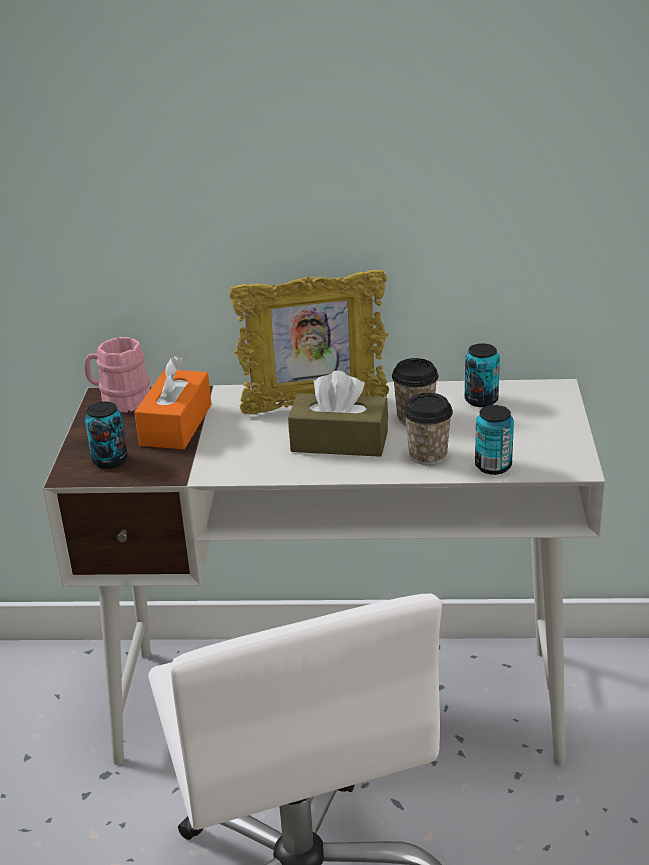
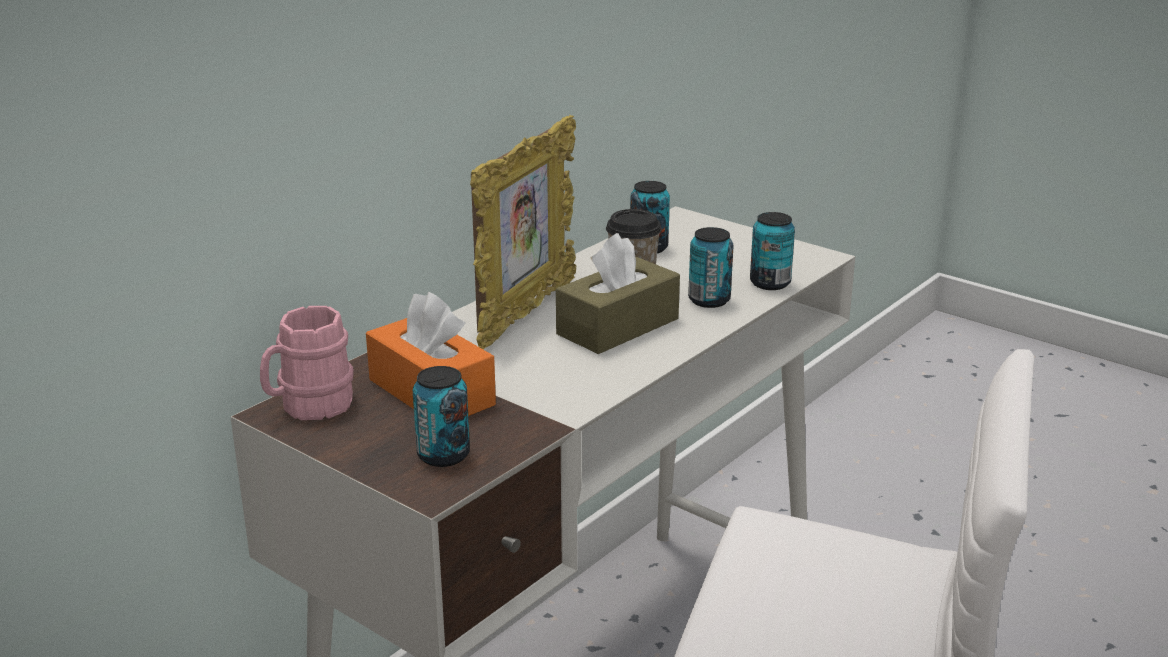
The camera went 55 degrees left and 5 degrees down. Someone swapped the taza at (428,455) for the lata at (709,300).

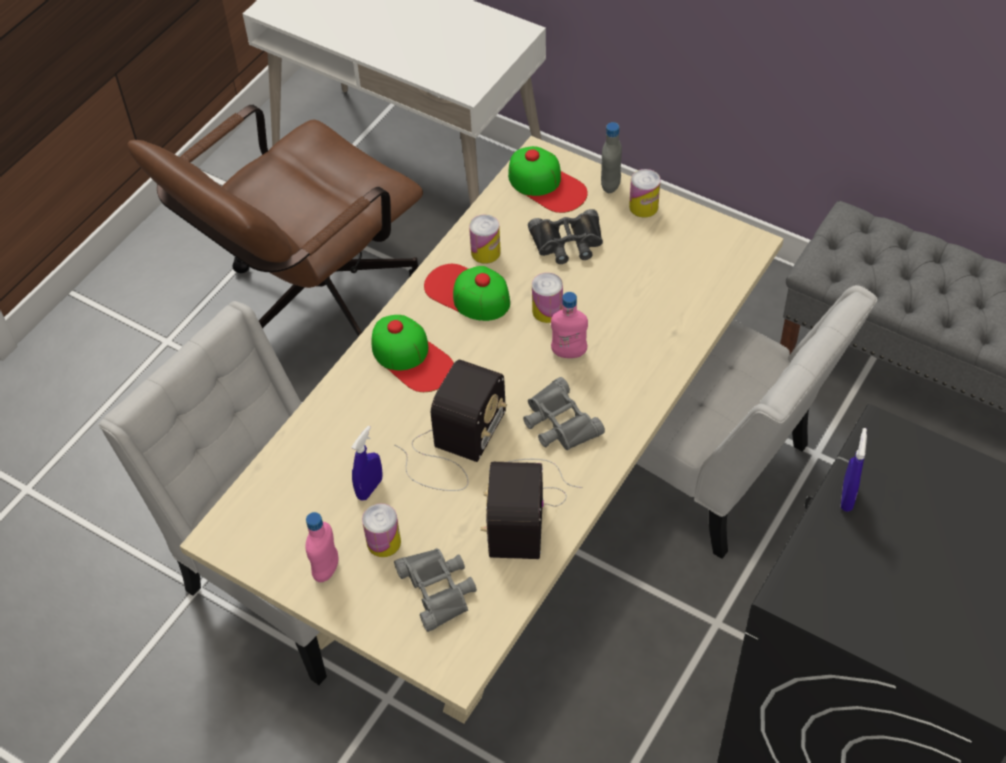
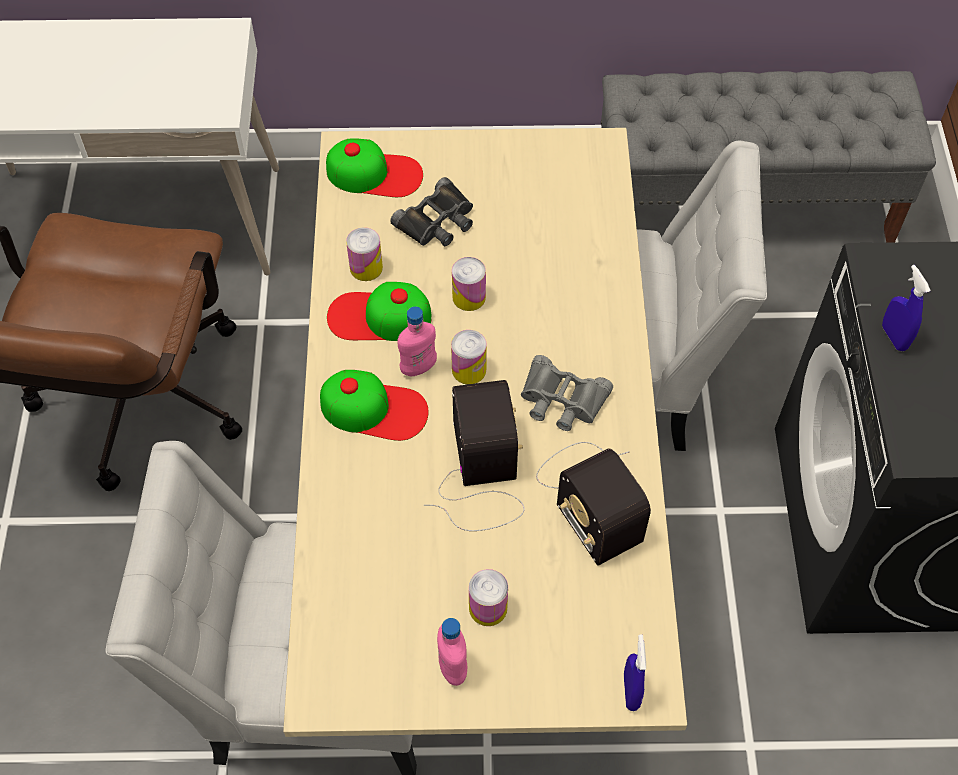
The camera went 35 degrees left and 5 degrees up. Someone carried the pulverizador/azul from (369,488) to (631,691). Someone took away the prismáticos/gris at (438,589). Someone carried the botella/rosa from (569,352) to (418,367). Someone took away the botella/gris at (610,185). Someone carried the lata from (643,206) to (469,370).

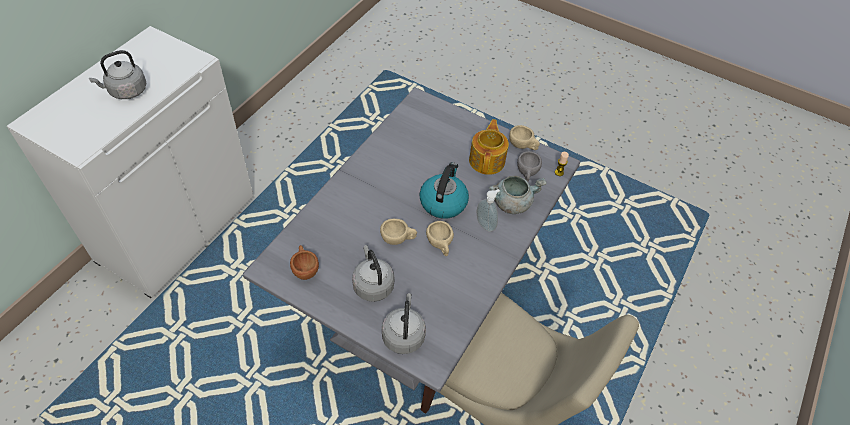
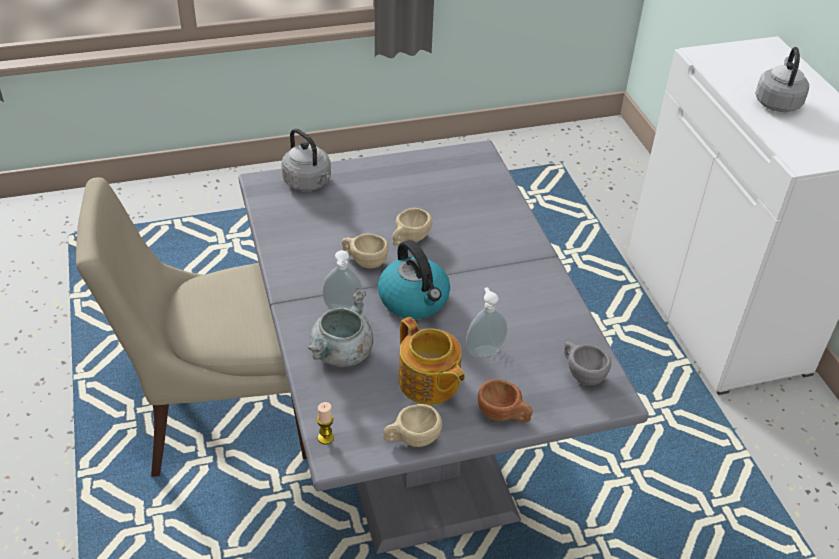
The camera went 135 degrees right and 10 degrees down. Someone carried the taza/marrón from (305,268) to (503,415). Someone took away the hervidor/gris at (372,285). Someone carried the taza/gris from (527,174) to (581,373). Someone put down the dispensador de jabón at (484,350).

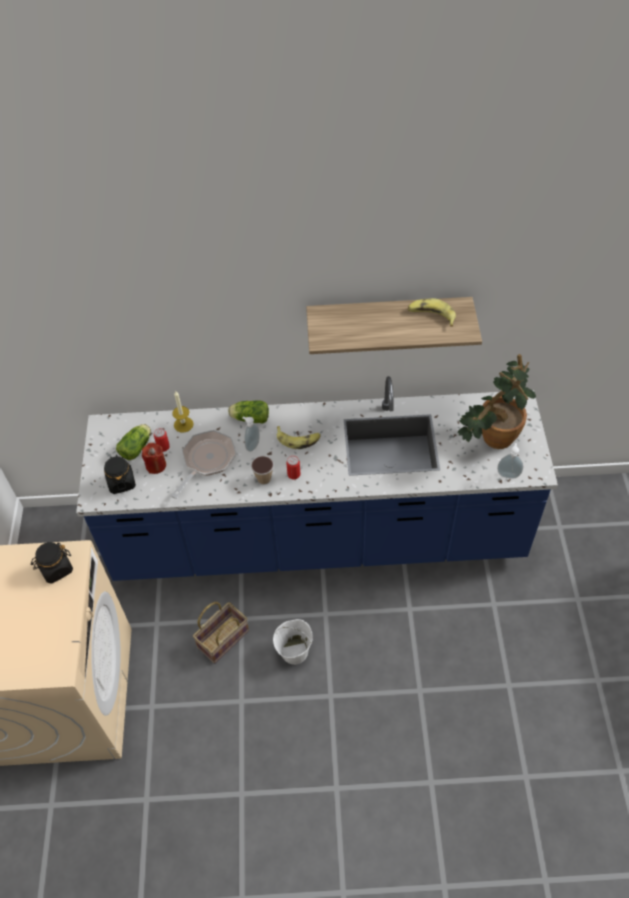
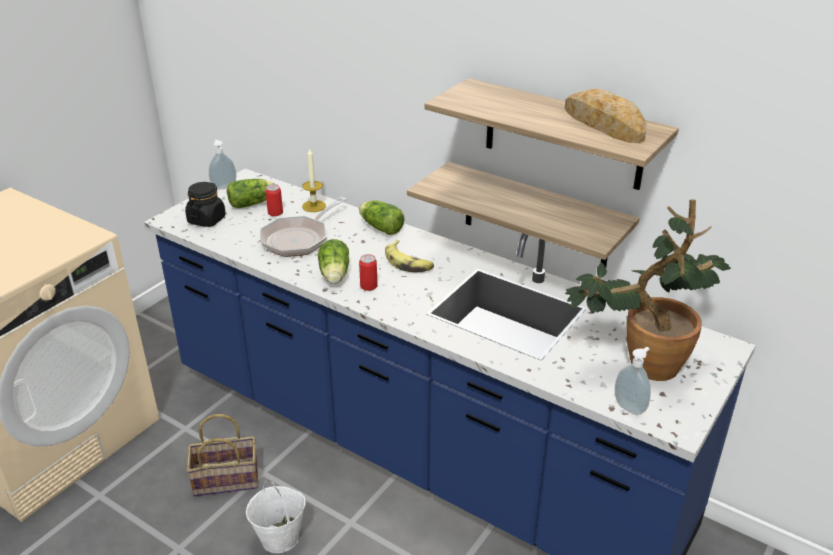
The camera went 35 degrees right and 20 degrees down. Someone took away the tarro/negro at (56,569). Someone took away the vela/rojo at (156,465). Someone rotated the sartén at (206,461) by 150 degrees clockwise. Someone carried the dispensador de jabón from (252,445) to (224,186). Someone swapped the taza at (264,479) for the lechuga at (334,275). Someone swapped the plátano at (431,315) for the pan at (603,124). Someone put up the estante at (535,217).

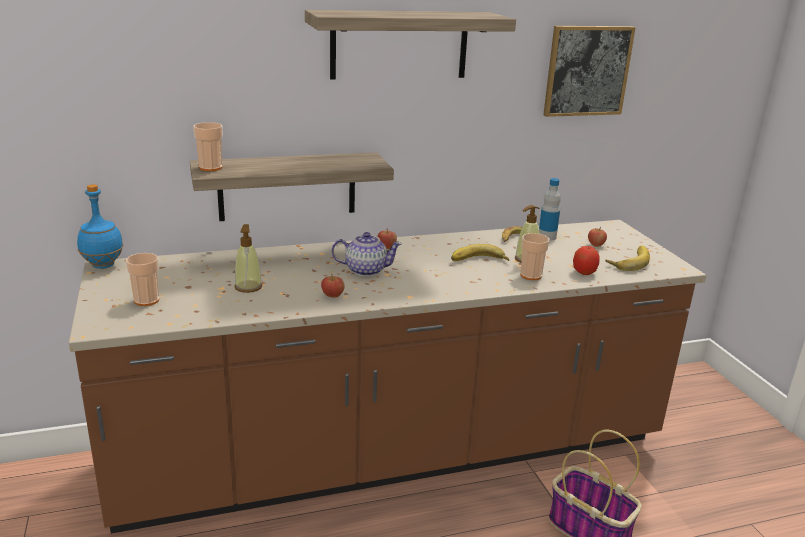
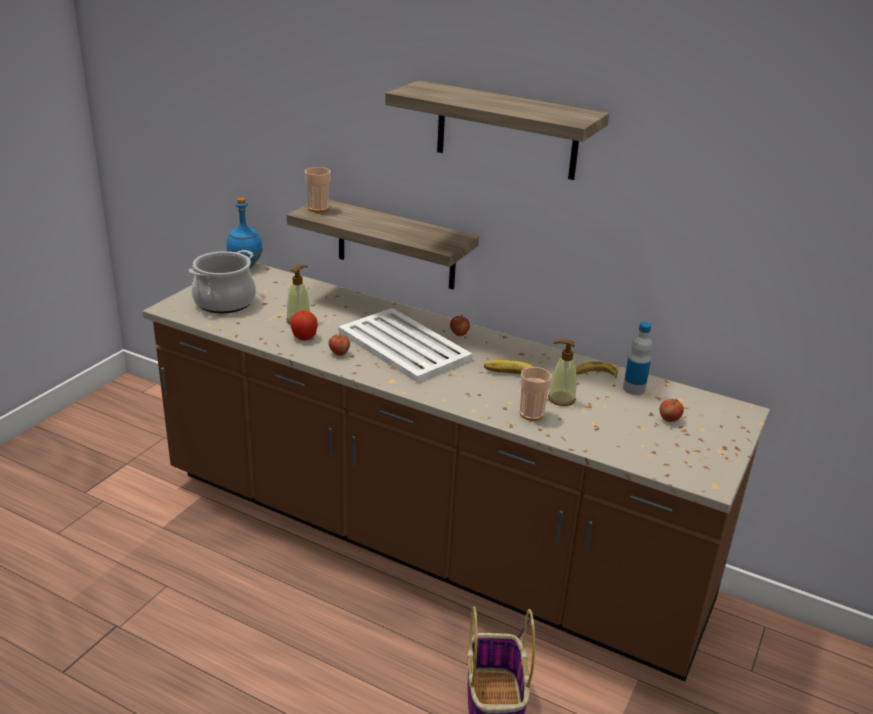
The camera went 45 degrees right and 5 degrees up. Someone swapped the taza at (146,300) for the olla at (225,302). Someone swapped the tetera at (365,270) for the bandeja/blanco at (403,345). Someone took away the cuadro at (587,71). Someone carried the manzana from (584,272) to (304,337). Someone took away the plátano at (628,261).

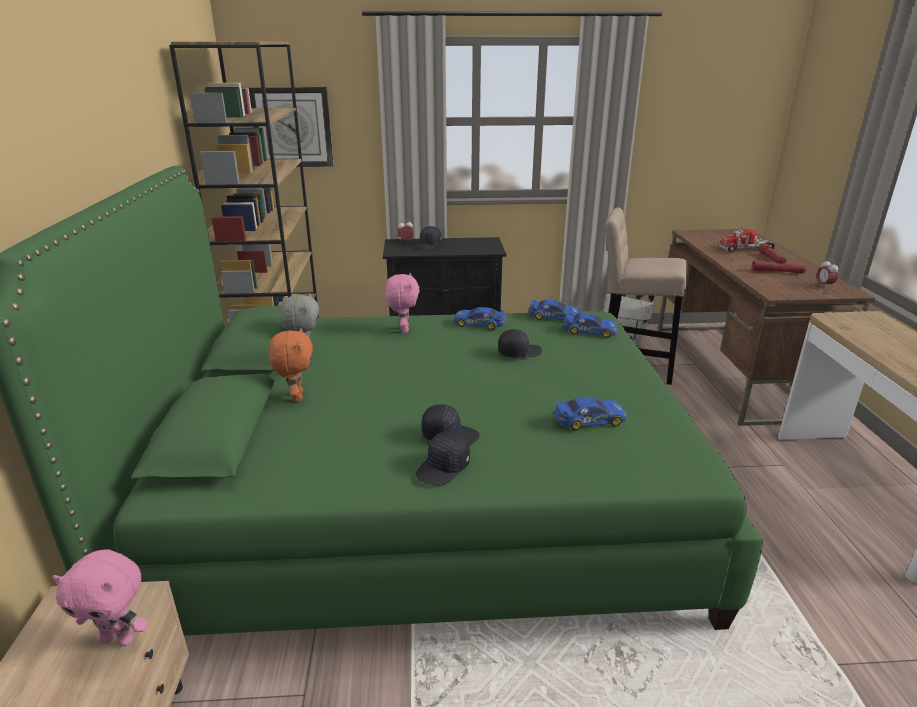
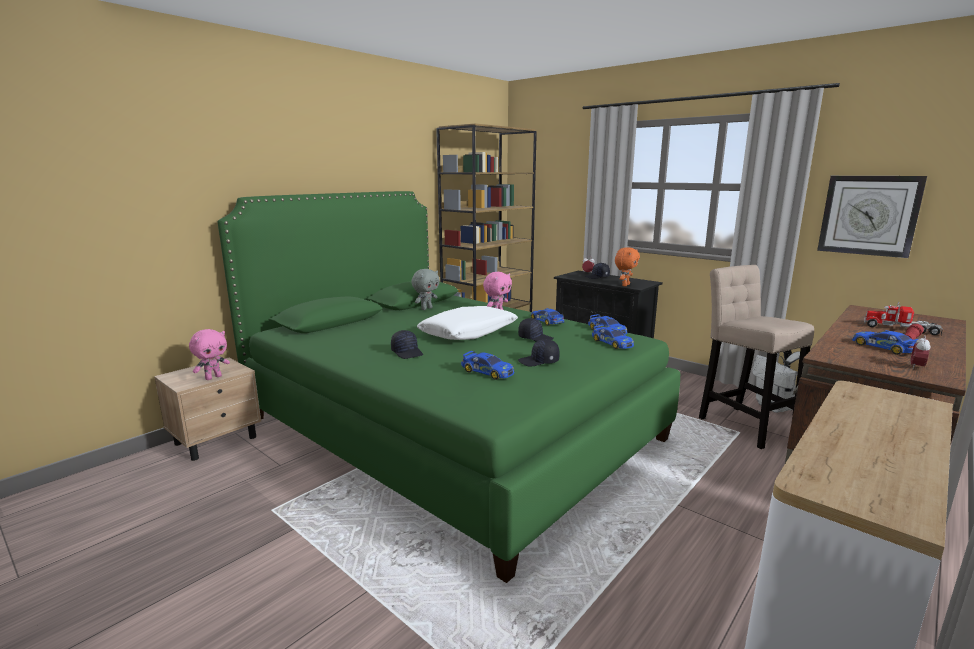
The camera went 45 degrees right and 10 degrees down. Someone rotated the peluche/rosa at (119,639) by 105 degrees counterclockwise. Someone carried the reloj de pared from (292,127) to (869,215). Someone carried the peluche/naranja from (296,397) to (625,285). Someone carried the gorra/negro from (443,468) to (539,361). Someone swapped the linterna/rojo at (777,272) for the coche de juguete at (884,348). Someone put down the cojín/blanco at (468,332).

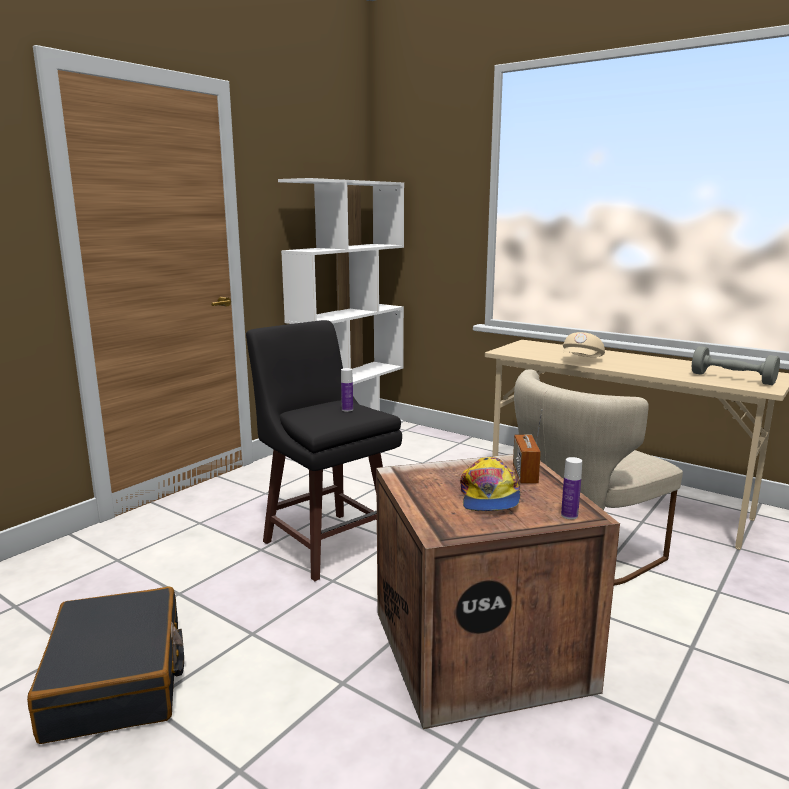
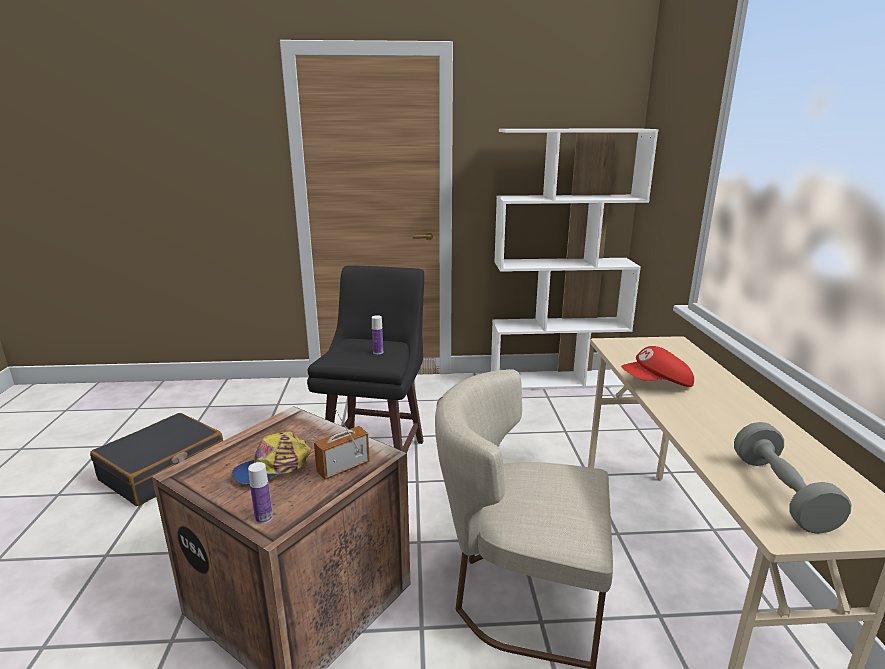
The camera went 50 degrees right and 5 degrees up. Someone repainted the gorra/beis at (582,361), which became the gorra/rojo at (657,384).

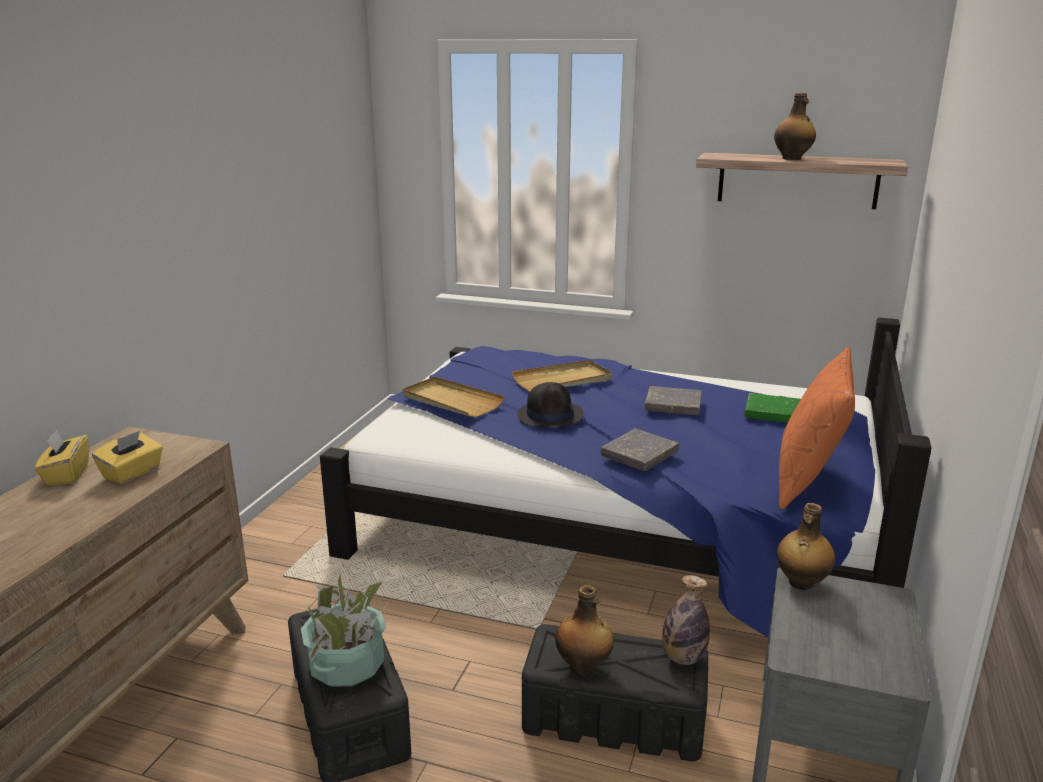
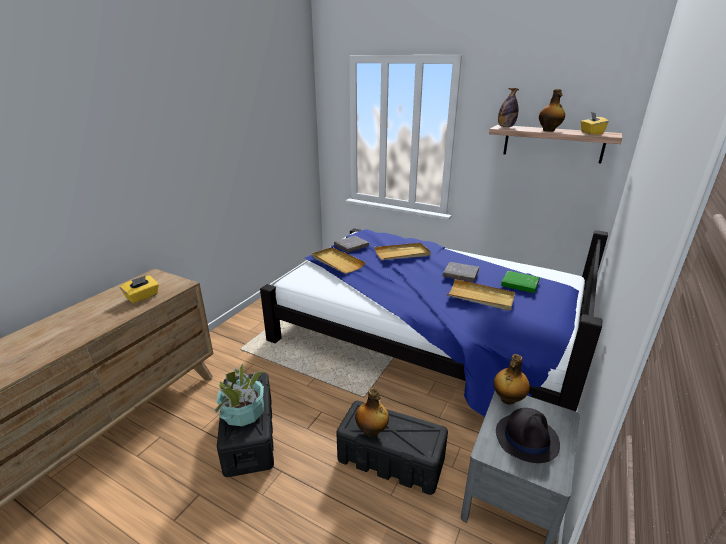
The camera went 10 degrees right and 5 degrees up. Someone carried the caja de pañuelos/amarillo from (66,474) to (591,133). Someone carried the sombrero/negro from (550,415) to (527,438). Someone carried the libro/gris from (639,454) to (351,246). Someone carried the botella from (683,658) to (506,127). Someone took away the cojín/naranja at (808,480). Someone put down the bandeja/beis at (480,297).

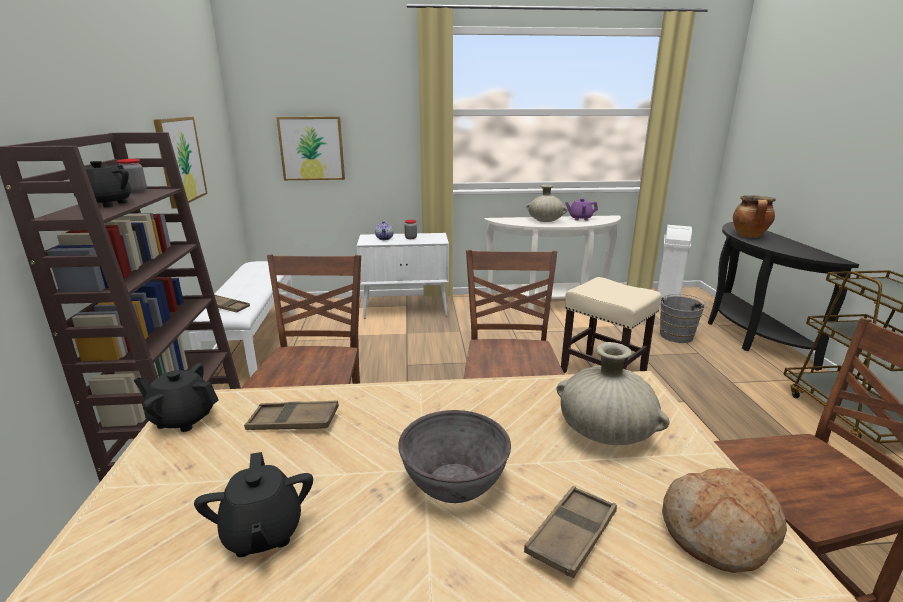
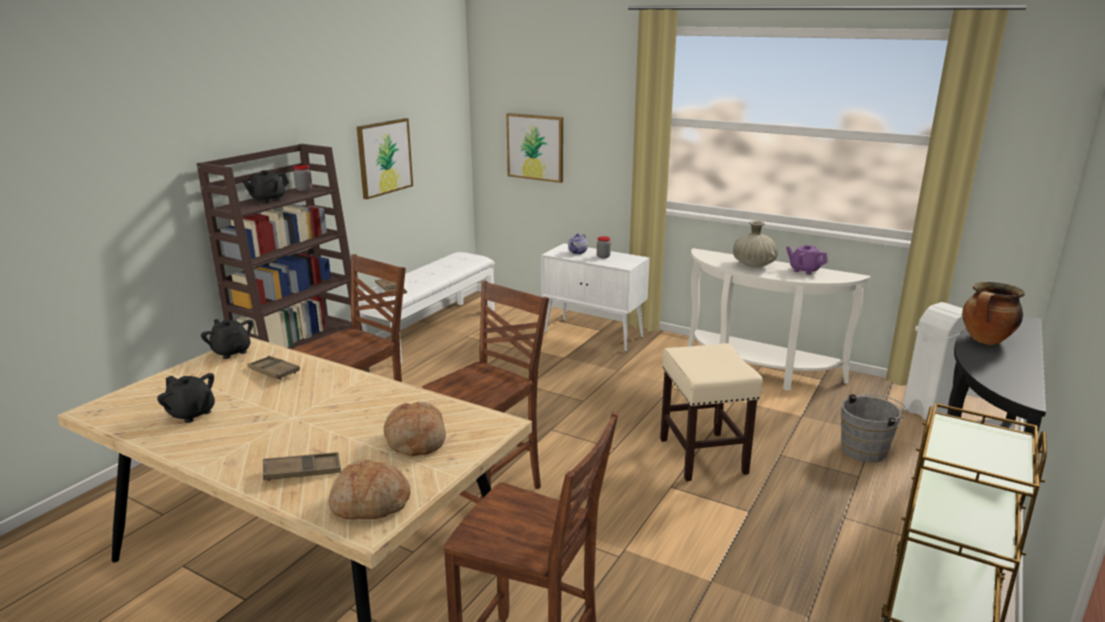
The camera went 35 degrees right and 0 degrees up. Someone rotated the tetera/negro at (263,533) by 75 degrees counterclockwise. Someone took away the cuenco/gris at (454,481). Someone swapped the florero/beis at (605,433) for the pan at (415,440).

